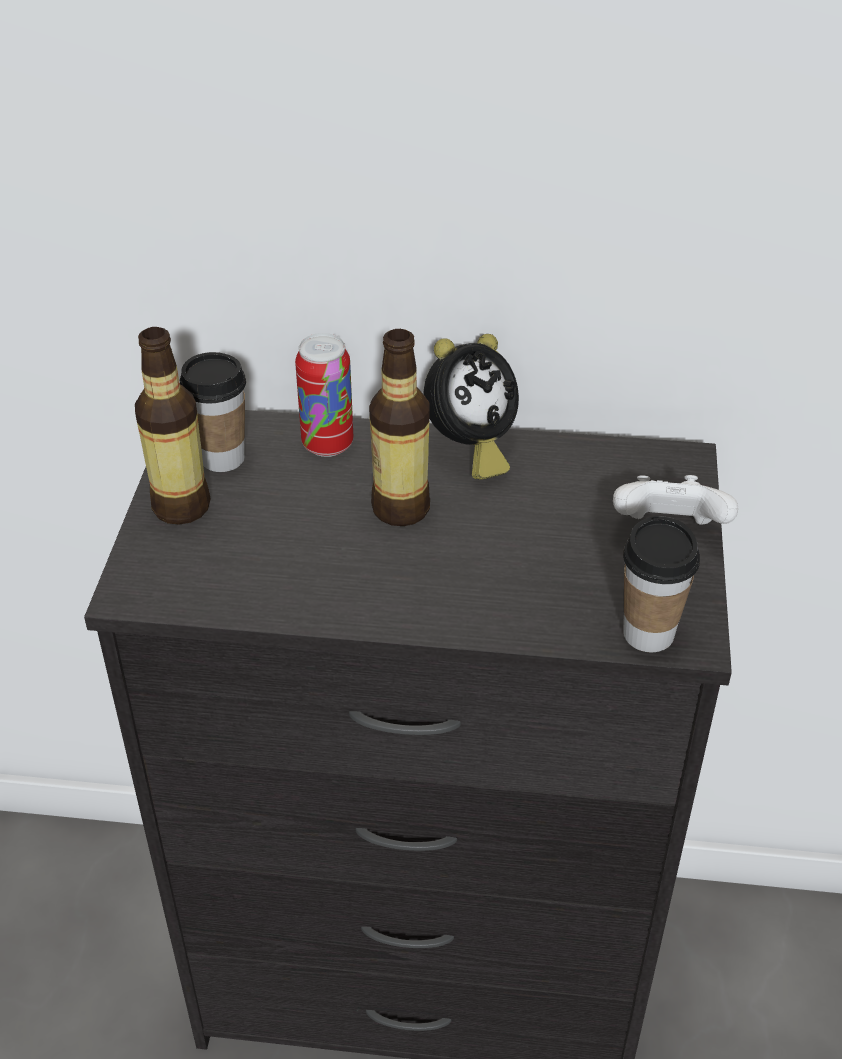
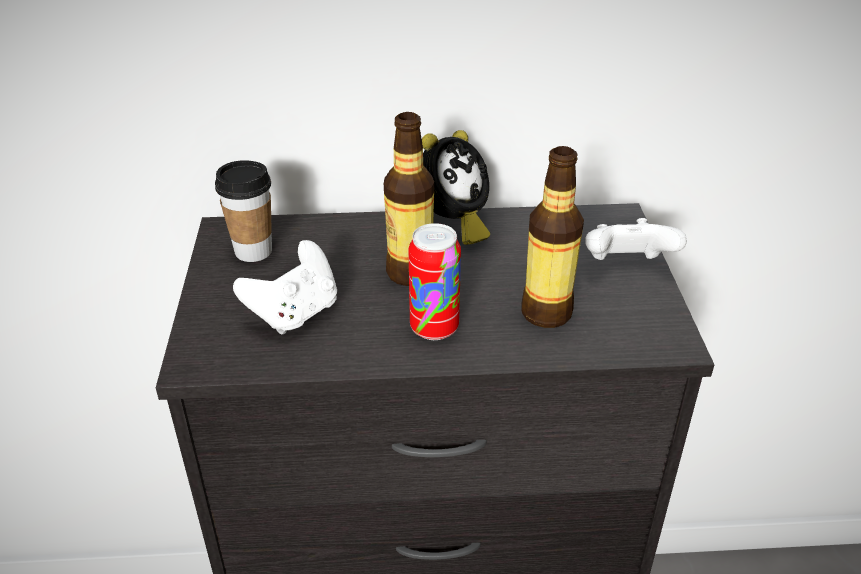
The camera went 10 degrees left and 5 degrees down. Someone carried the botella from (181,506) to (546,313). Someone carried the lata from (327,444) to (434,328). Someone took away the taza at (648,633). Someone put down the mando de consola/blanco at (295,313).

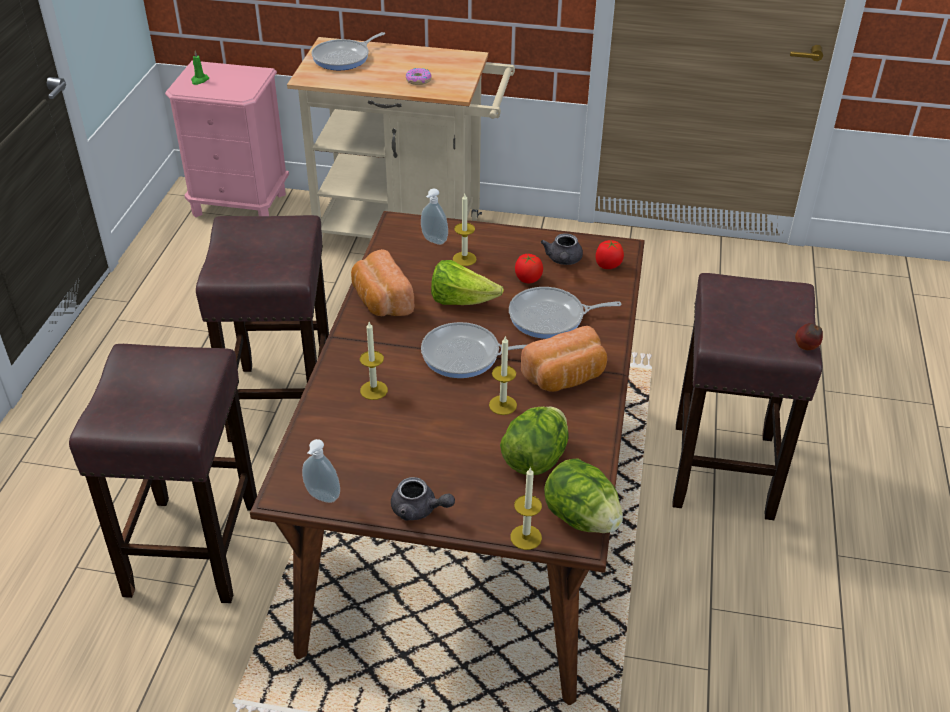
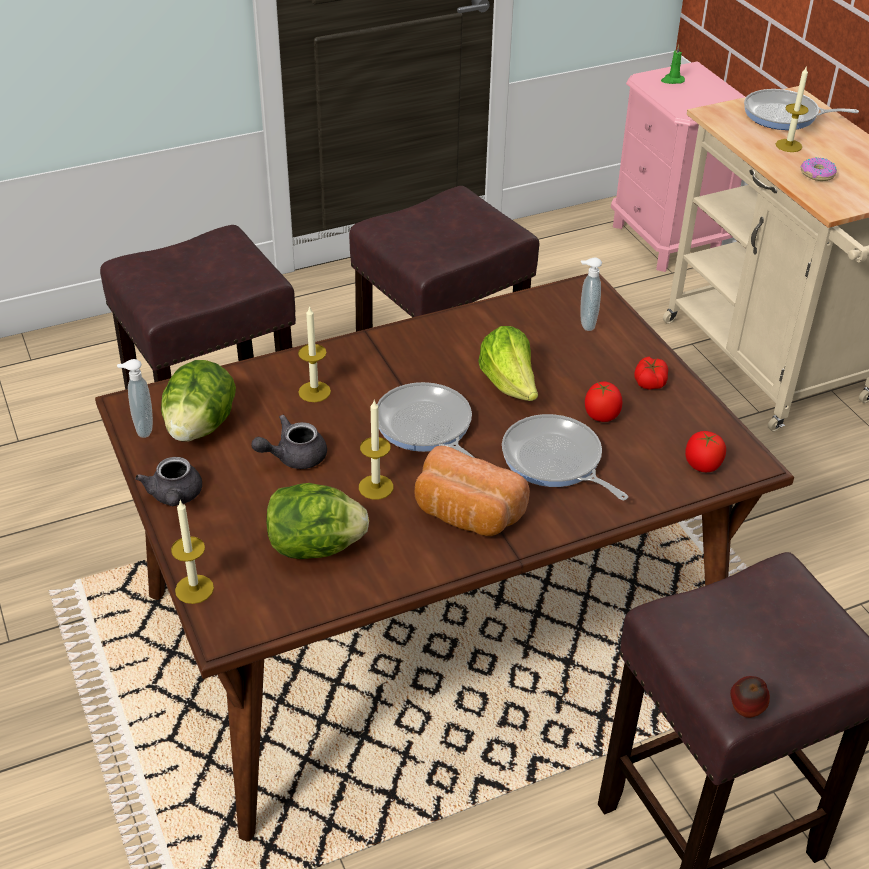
The camera went 55 degrees right and 0 degrees up. Someone took away the pan at (380,301). Someone carried the vela from (464,259) to (788,145). Someone carried the tetera/gris from (563,260) to (293,457). Someone carried the lechuga from (581,517) to (200,427). Someone put down the tomate at (649,381).

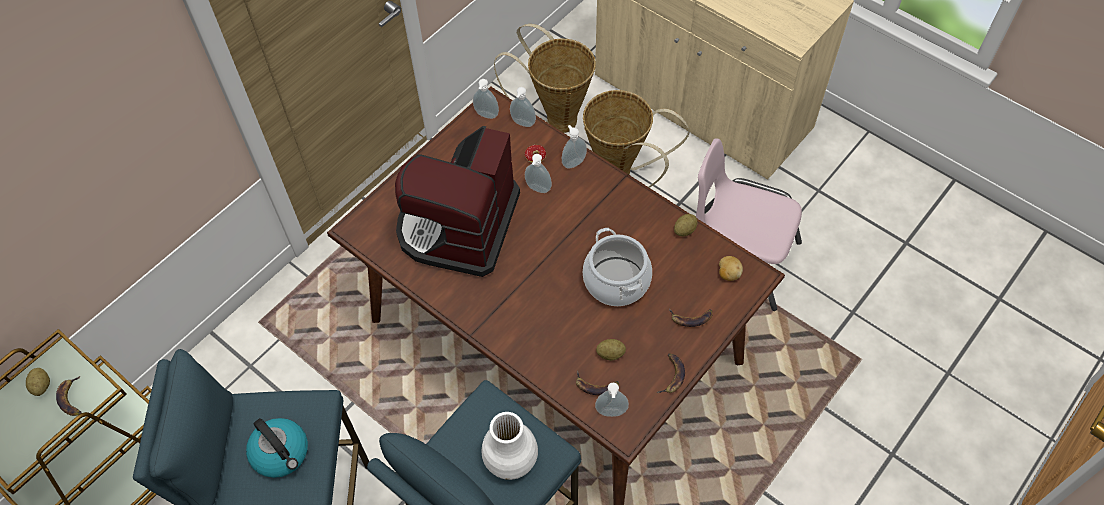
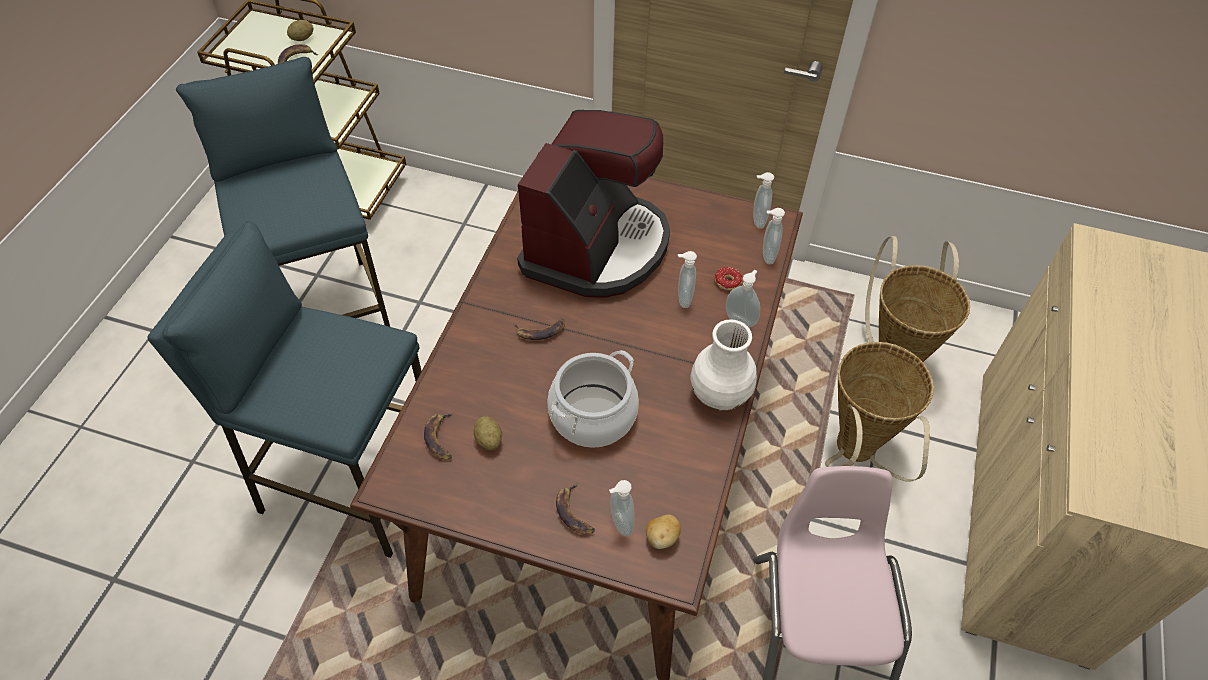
The camera went 65 degrees right and 5 degrees down. Someone took away the hervidor at (281,453). Someone rotated the cafetera at (459,226) by 120 degrees clockwise. Someone carried the florero/blanco from (510,459) to (720,395). Someone carried the dispensador de jabón from (611,413) to (619,523). Someone carried the plátano from (671,375) to (540,331). Someone took away the patata at (684,230).

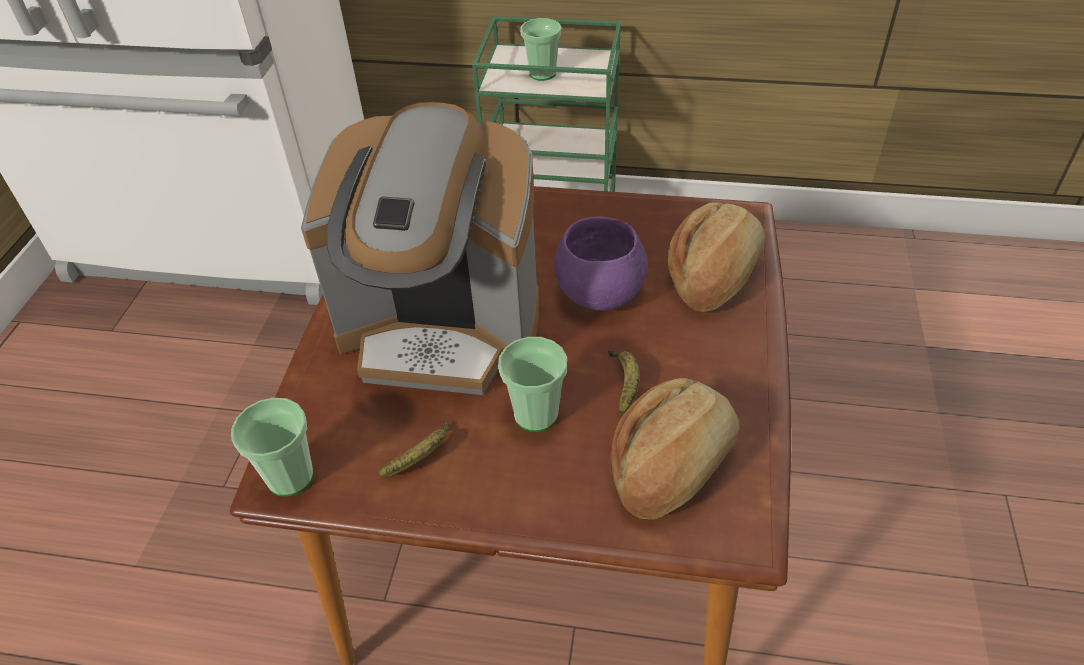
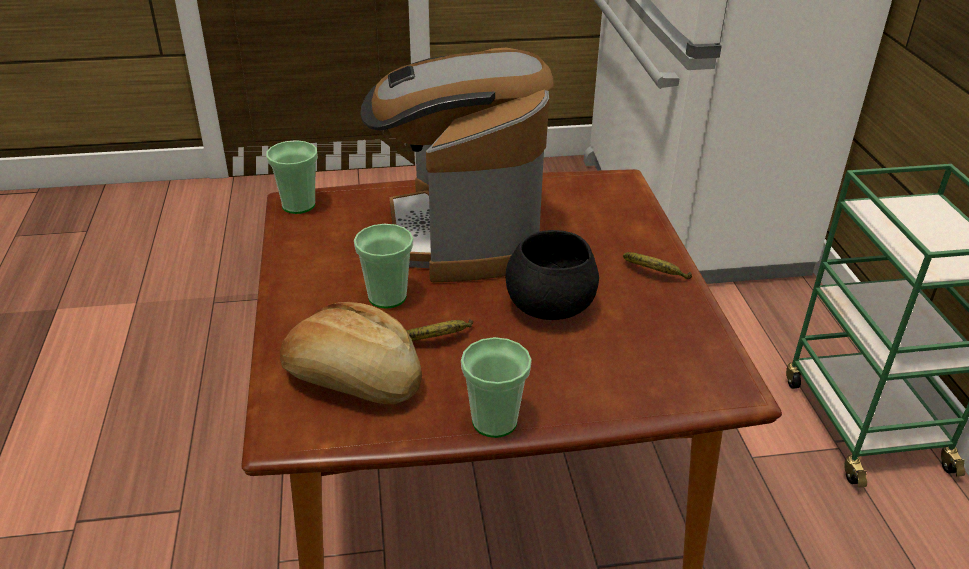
The camera went 70 degrees right and 10 degrees down. Someone carried the plátano from (421,457) to (654,274). Someone carried the taza from (542,73) to (494,421). Someone repainted the cuenco/morado at (601,292), which became the cuenco/negro at (551,307). Someone took away the pan at (714,275).

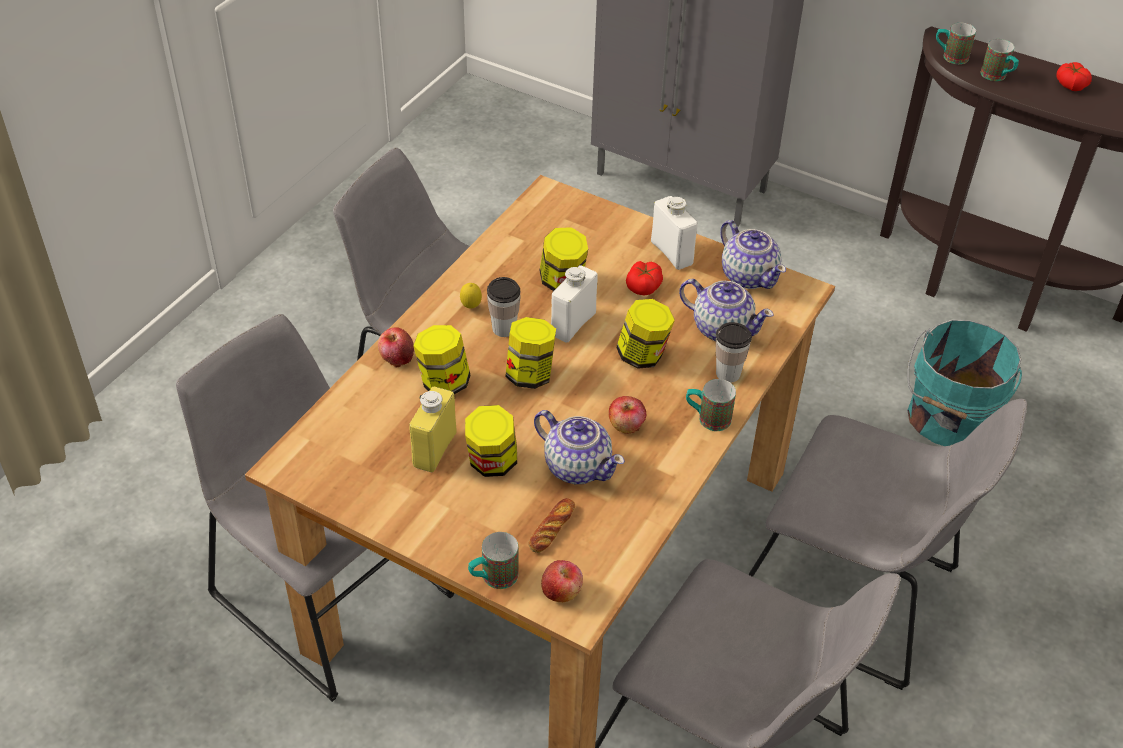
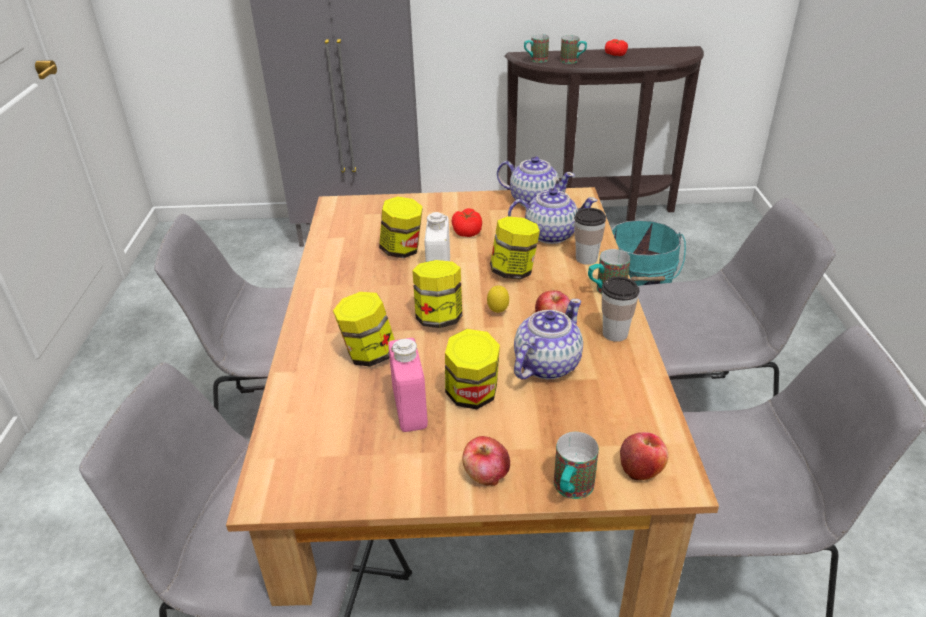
The camera went 30 degrees left and 10 degrees down. Someone carried the manzana from (397,358) to (486,474). Someone repainted the botella/amarillo at (434,449), which became the botella/rosa at (410,409). Someone carried the limón from (471,307) to (498,312). Someone carried the taza from (504,328) to (615,333). Someone took away the pan at (551,528). Someone rotated the tetera at (577,466) by 60 degrees counterclockwise. Someone took away the botella/blanco at (671,253).

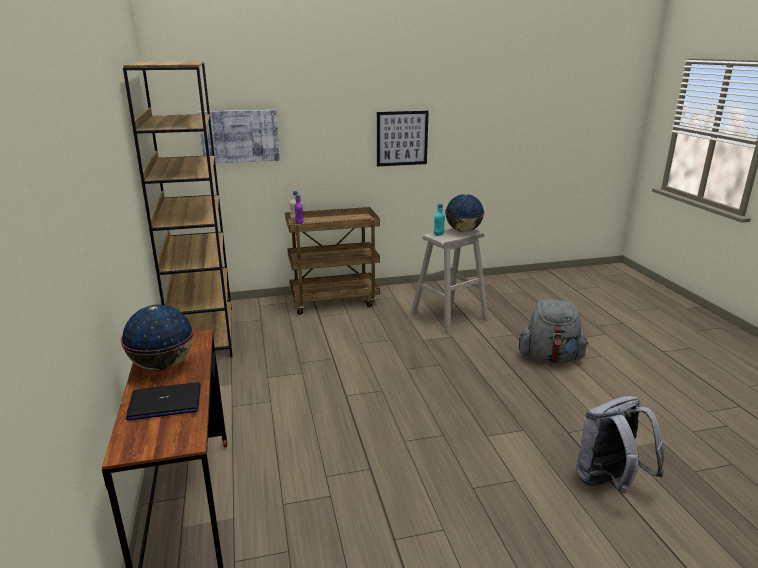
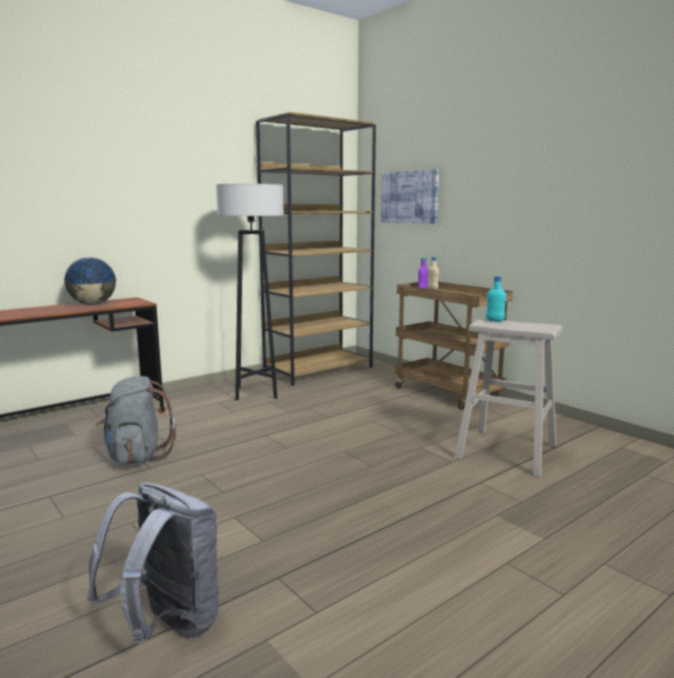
The camera went 65 degrees right and 10 degrees down. Someone took away the portátil at (164,403). Someone took away the cuadro at (402,138). Someone took away the globo terráqueo at (463,231). Someone carried the mochila/gris from (550,358) to (137,456). Someone put down the lámpara de pie/gris at (256,393).

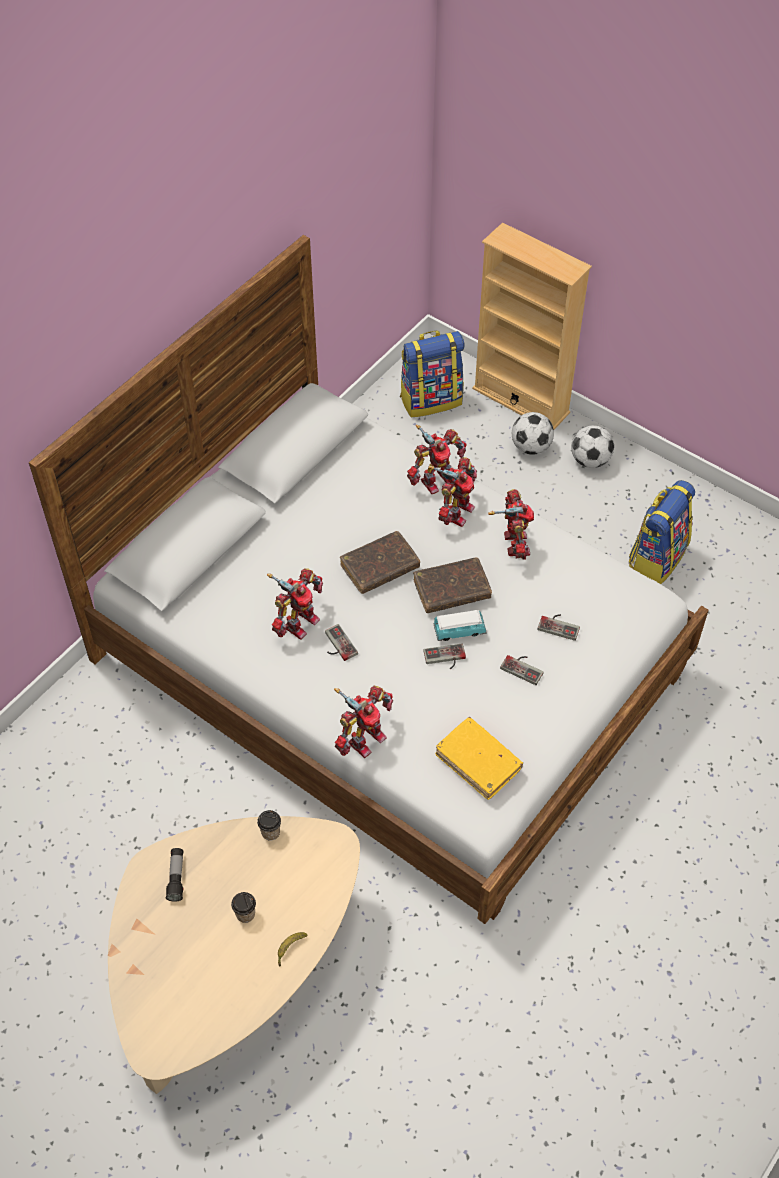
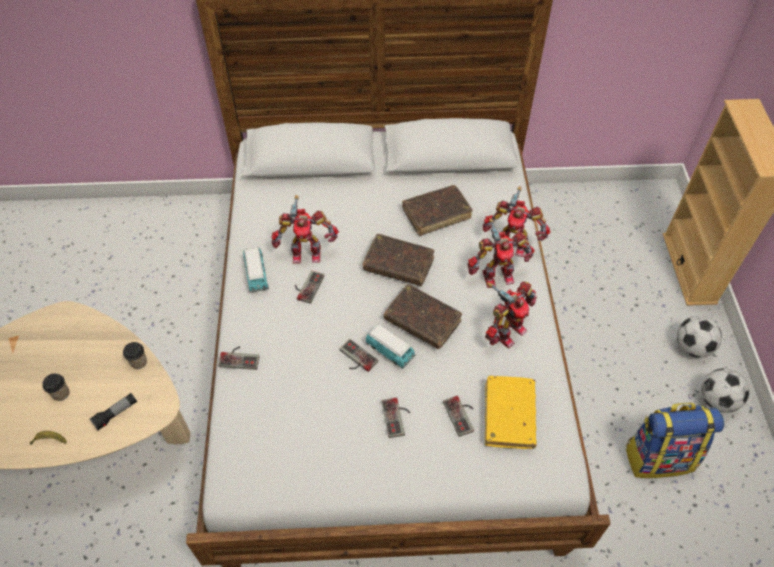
The camera went 50 degrees right and 0 degrees up. Someone carried the linterna from (176,877) to (116,414). Someone swapped the robot de juguete at (364,738) for the mando de consola at (240,357). Someone took away the mochila at (431,400). Someone carried the libro/amarillo from (478,762) to (509,416). Someone carried the balón de fútbol from (531,447) to (717,400). Someone put down the coche de juguete at (256,275). Someone put down the libro/marrón at (436,214).

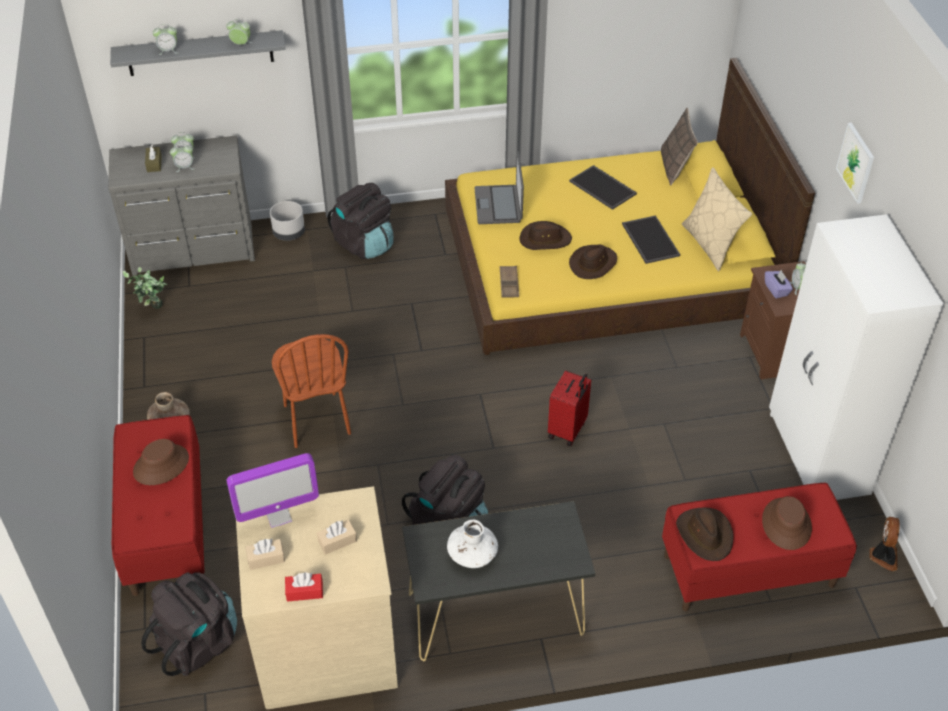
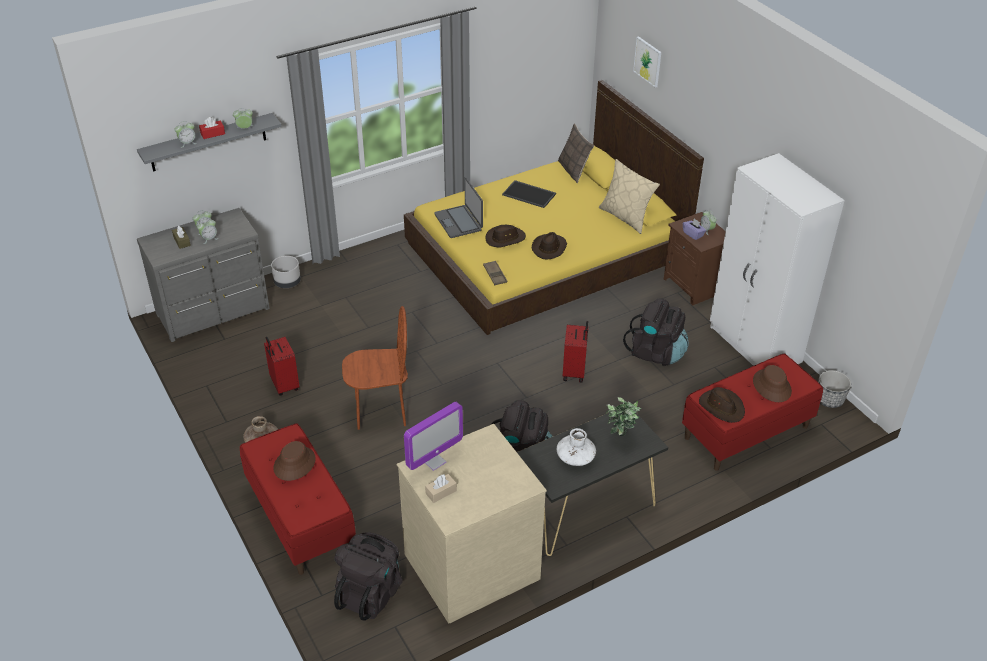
The camera went 20 degrees left and 5 degrees down. Someone carried the planta en maceta from (153,310) to (620,438). Someone rotated the silla/marrón at (316,420) by 60 degrees counterclockwise. Someone carried the caja de pañuelos/rojo from (304,591) to (212,134). Someone took away the caja de pañuelos/beis at (337,541). Someone carried the mochila/negro from (364,244) to (656,352). Someone took away the bandeja at (649,239). Someone carried the cuadro from (856,162) to (648,61). Someone swapped the ventilador at (883,556) for the maceta at (829,399). Someone put down the maleta/rojo at (284,385).

